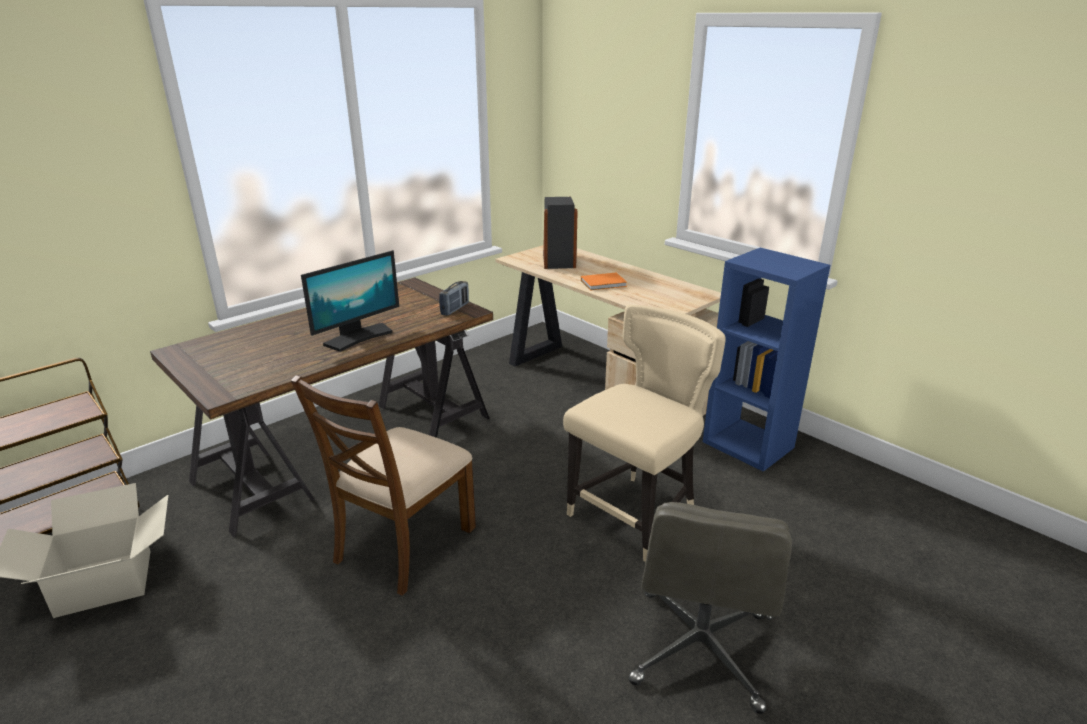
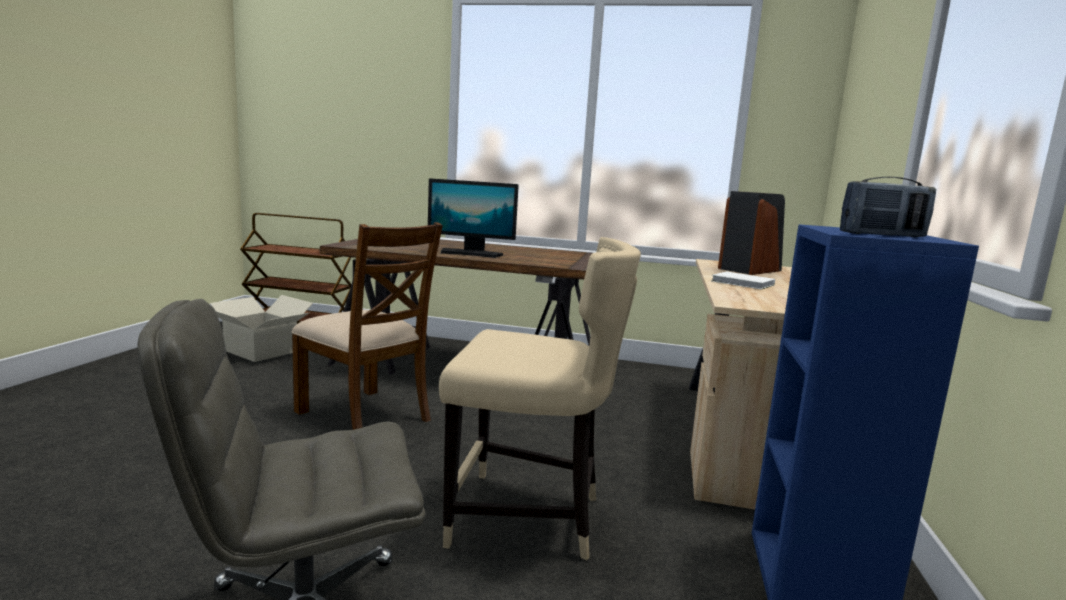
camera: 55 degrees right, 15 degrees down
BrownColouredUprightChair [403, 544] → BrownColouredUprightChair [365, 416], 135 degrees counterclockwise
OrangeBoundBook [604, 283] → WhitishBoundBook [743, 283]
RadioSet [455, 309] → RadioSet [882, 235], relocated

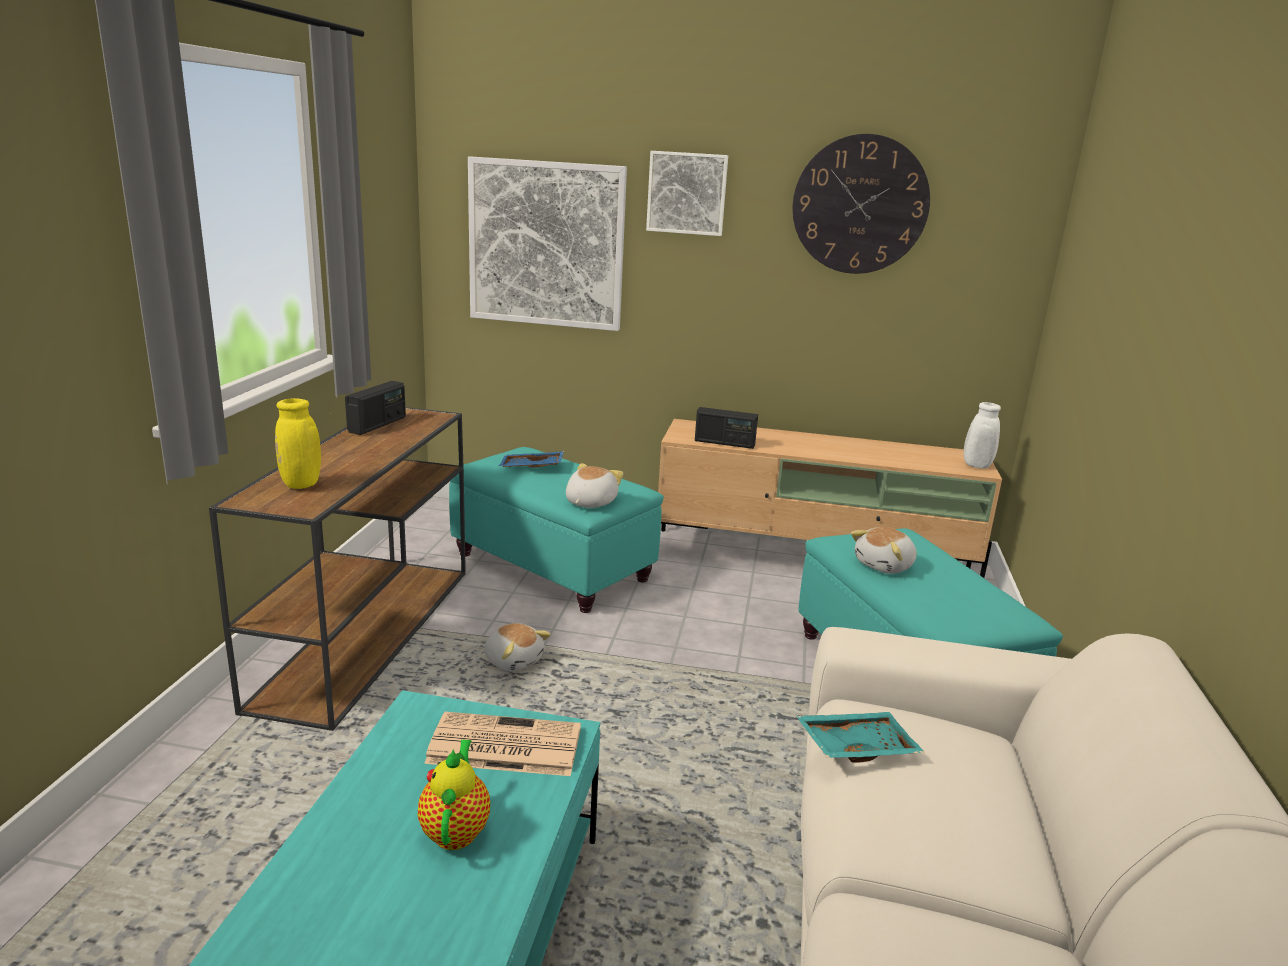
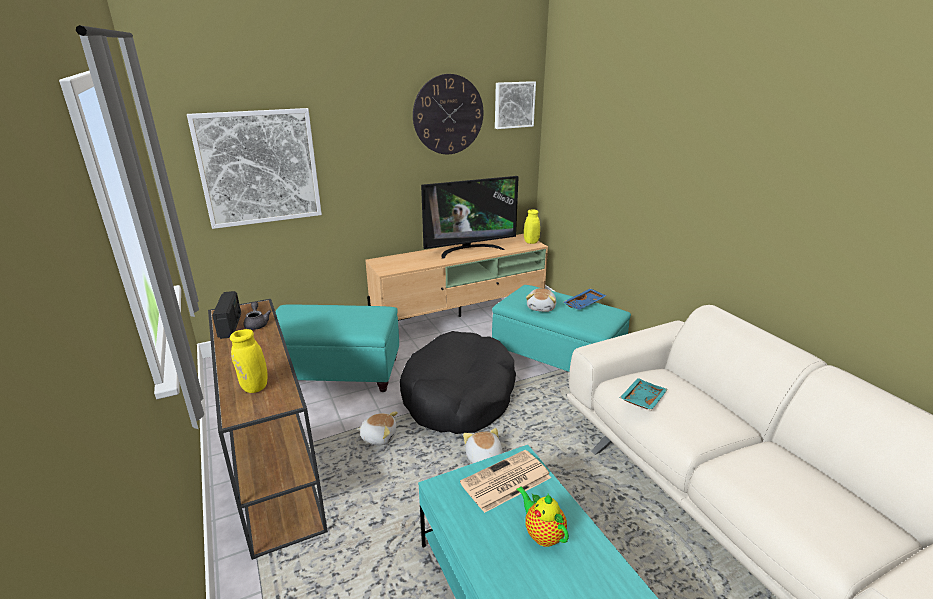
camera: 35 degrees left, 5 degrees up
- → GreyTeaPot [257, 324]
- → BlackishPetBed [459, 396]
- → Tv [469, 250]
CuddlyToy [589, 502] → CuddlyToy [483, 458], relocated
WallPicture [687, 193] → WallPicture [513, 105], relocated
WhitishDecorativeVase [974, 466] → YellowishDecorativeVase [530, 243]
BluishTray [531, 468] → BluishTray [584, 304], relocated
RadioSet [724, 443] → -

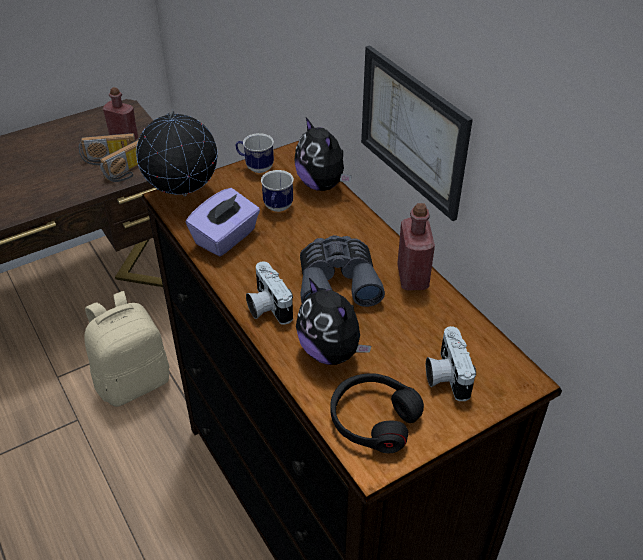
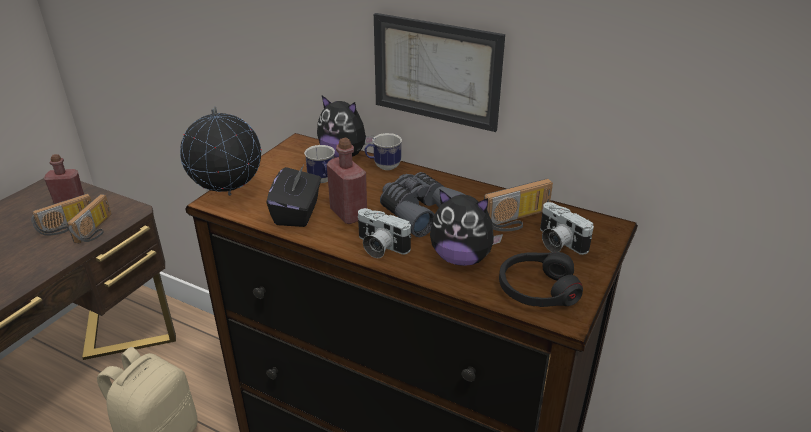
camera: 30 degrees left, 10 degrees down
PurpleColouredTissueBox [226, 238] → BlackishTissueBox [297, 213]
ReddishBeverageBottle [412, 277] → ReddishBeverageBottle [348, 214], relocated
CoffeeMug [255, 167] → CoffeeMug [383, 166], relocated
- → RadioSet [517, 220]

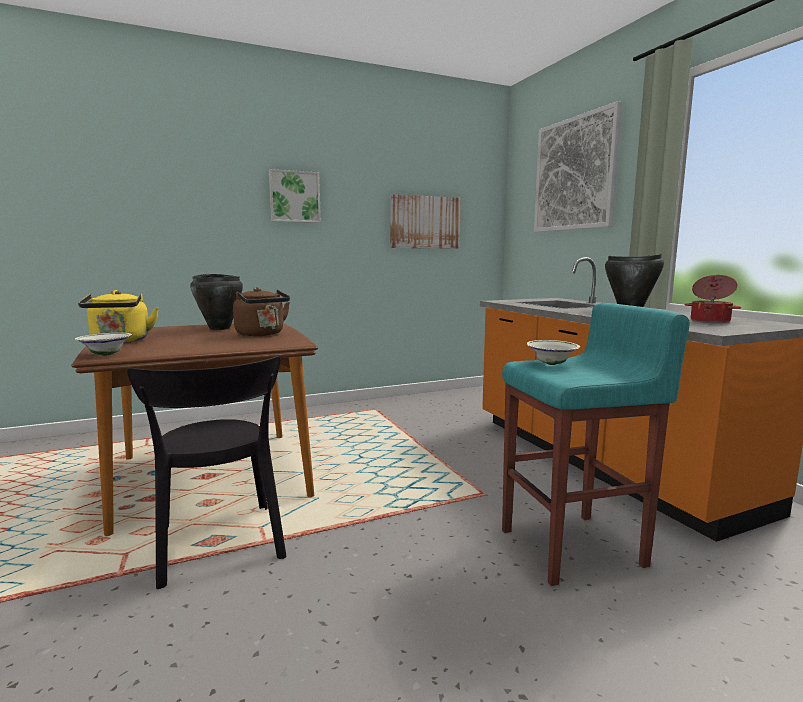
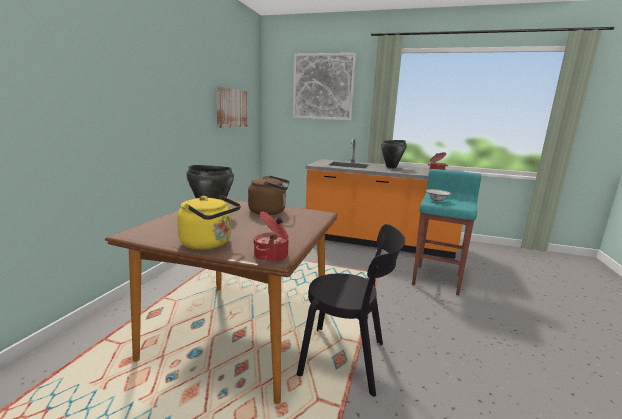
camera: 50 degrees left, 5 degrees up
WhitishDeepDish [106, 355] → Saucepot [272, 256]
WallPicture [294, 197] → -

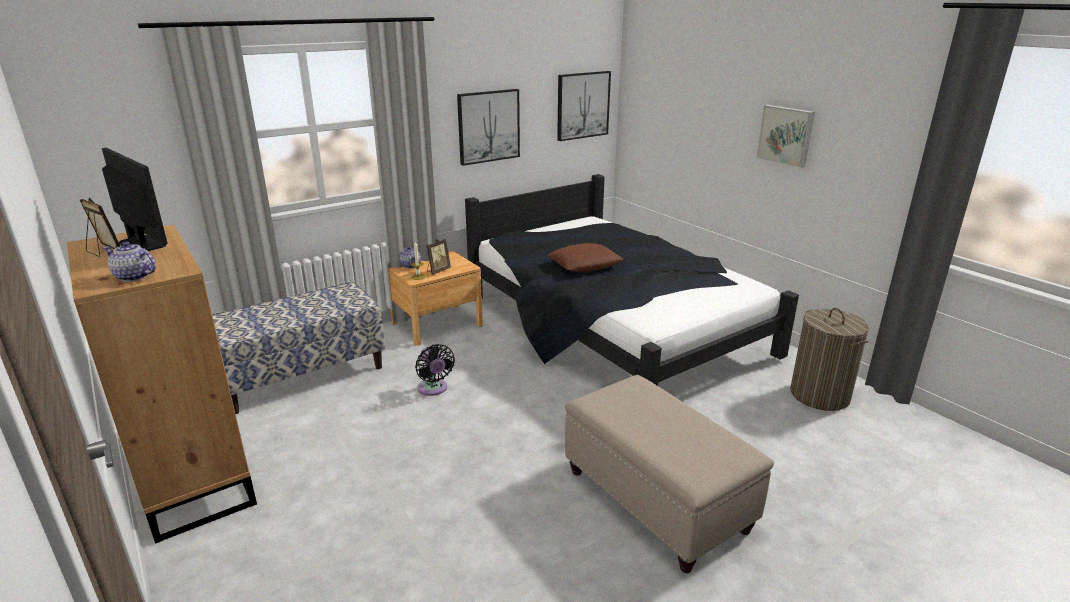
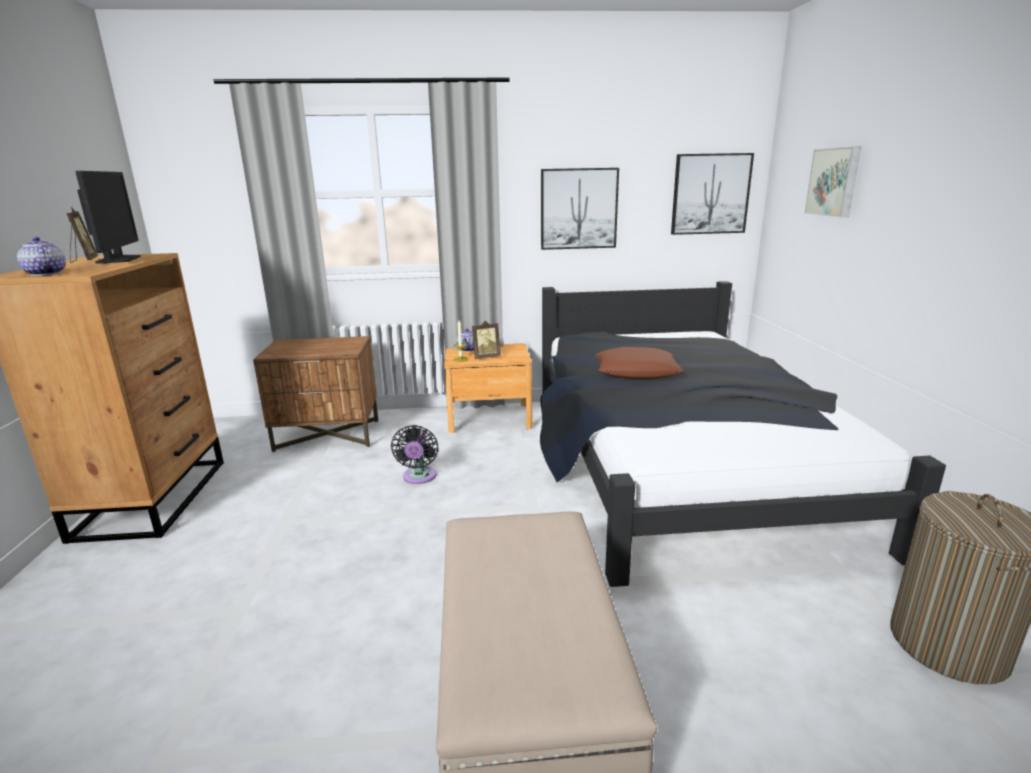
camera: 30 degrees right, 5 degrees down
Bench [302, 375] → BrownColouredBedsideTable [328, 435]
WallPicture [786, 135] → WallPicture [834, 182], relocated

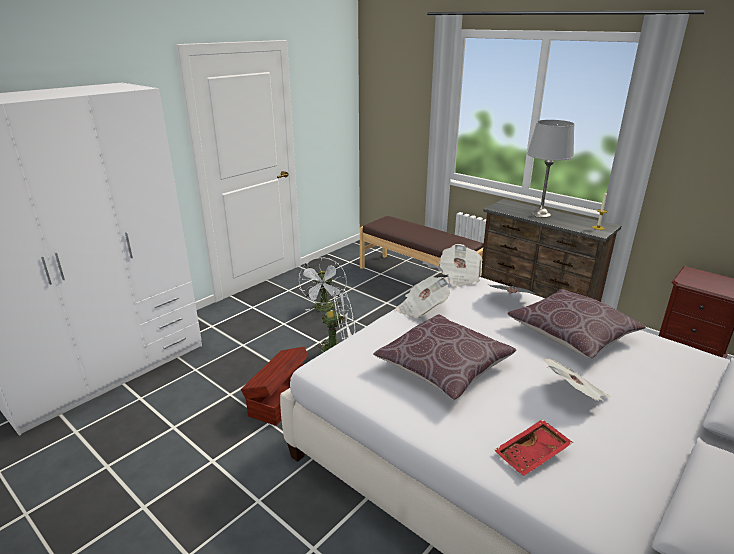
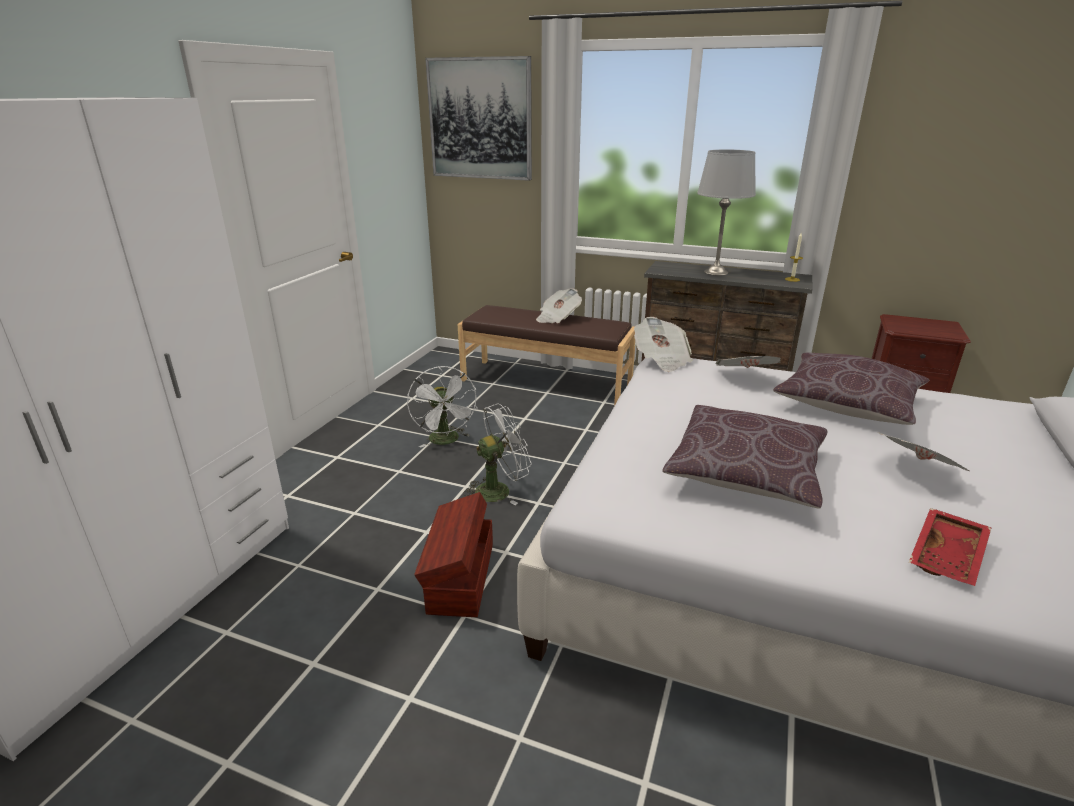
camera: 20 degrees left, 0 degrees up
- → WallPicture [480, 119]
DailyPaper [422, 309] → DailyPaper [557, 318], relocated

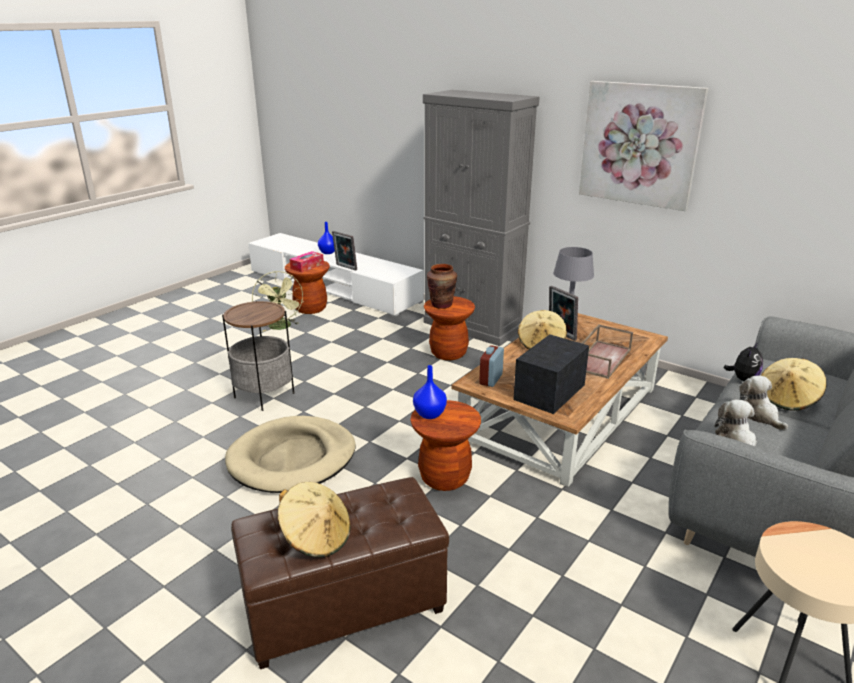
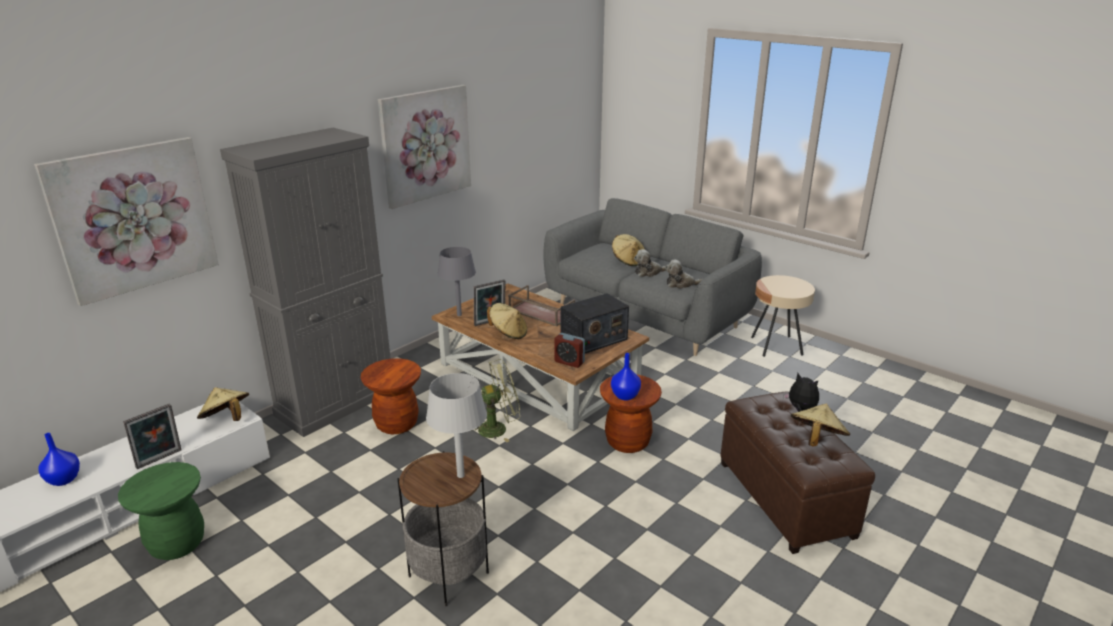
camera: 85 degrees left, 0 degrees up
- → WallPicture [134, 218]
BrownColouredStool [310, 308] → GreenStool [177, 544]
- → SandColouredClothingHat [226, 419]
- → GreyTableLamp [461, 475]
GreenCoolingFan [282, 327] → GreenCoolingFan [498, 428], relocated
RadioSet [549, 392] → RadioSet [593, 339], 75 degrees counterclockwise
CuddlyToy [743, 379] → CuddlyToy [800, 409], relocated
SandColouredPetBed [292, 459] → -
TissueBox [307, 266] → -
BrownColouredDecorativeVase [441, 305] → -

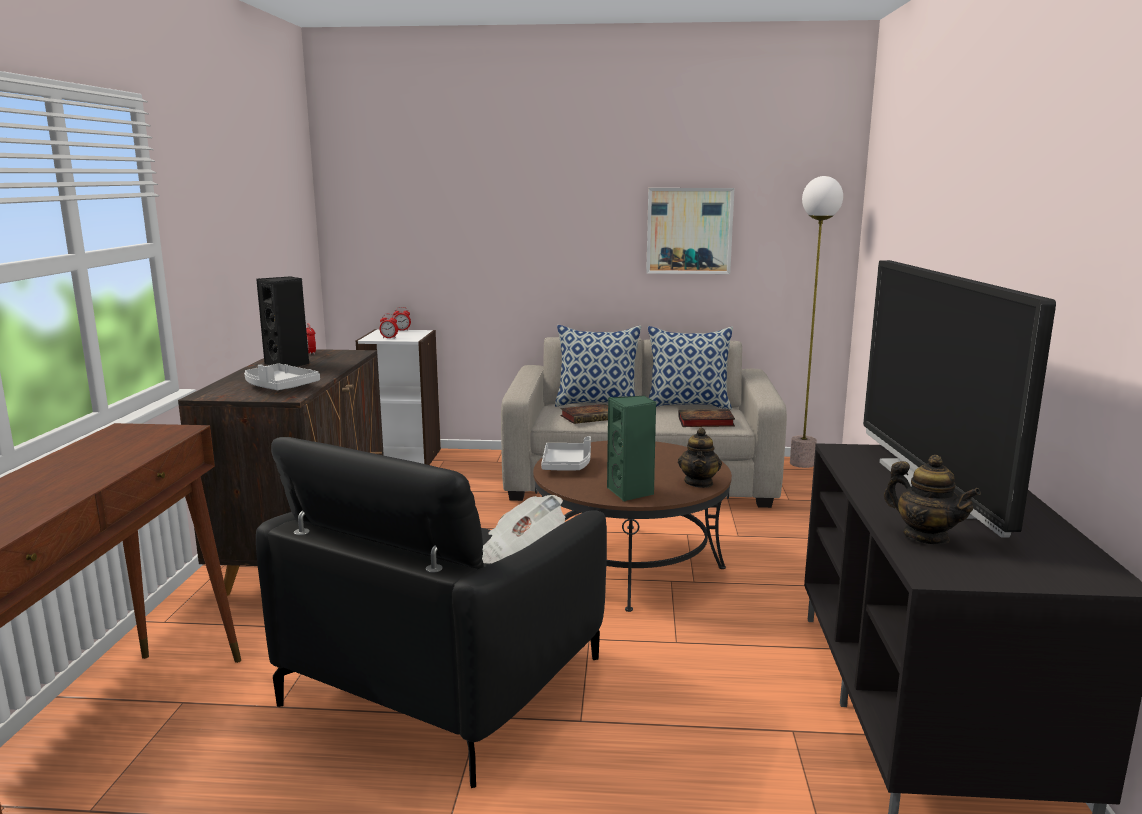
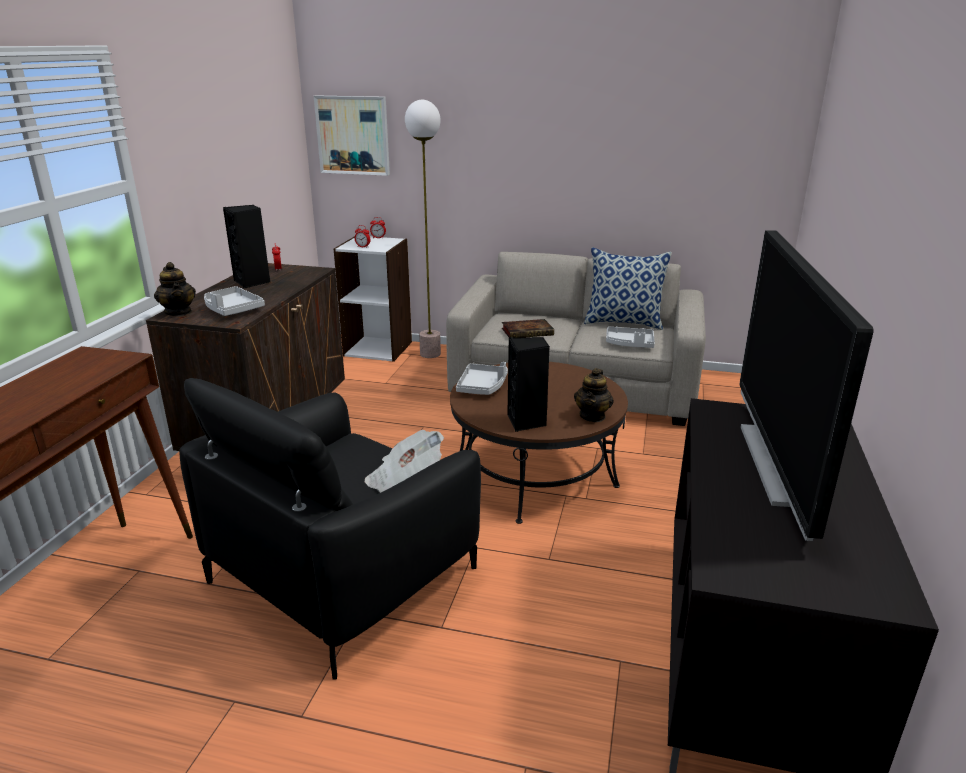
camera: 10 degrees right, 10 degrees up
TeaPot [925, 537] → TeaPot [179, 312], relocated
WallPicture [689, 231] → WallPicture [353, 135], relocated
FloorLamp [802, 463] → FloorLamp [430, 354], relocated
GreenLoudspeaker [631, 492] → BlackishLoudspeaker [527, 422]
BoundBook [704, 422] → GreyTray [629, 344]
Cushion [597, 403] → -

